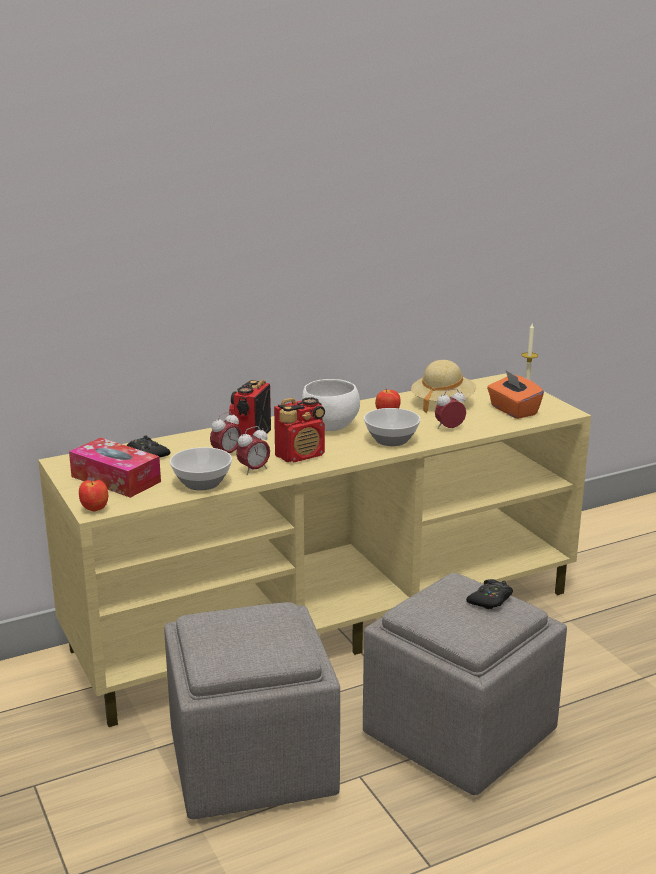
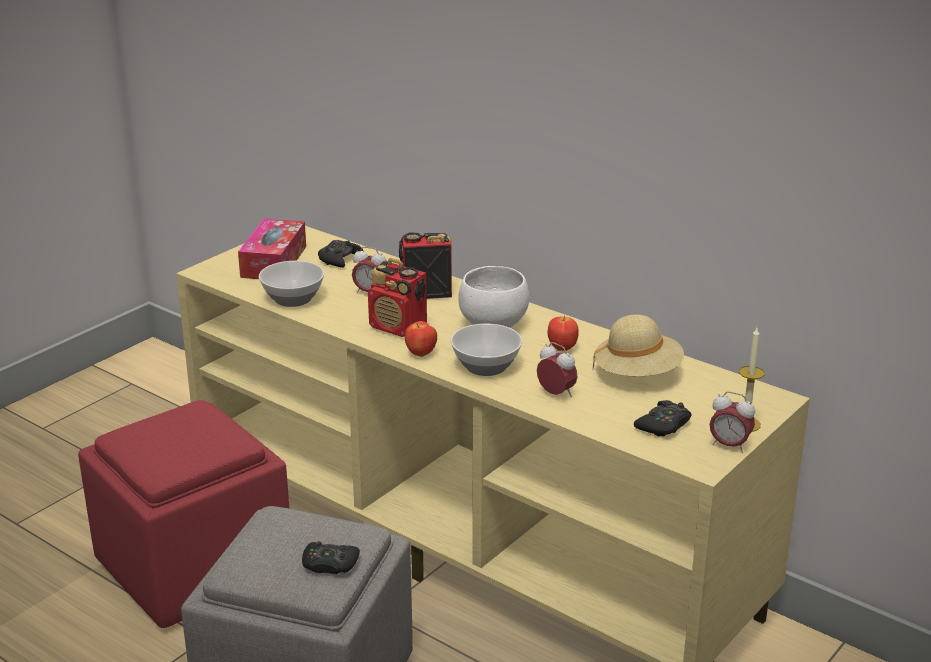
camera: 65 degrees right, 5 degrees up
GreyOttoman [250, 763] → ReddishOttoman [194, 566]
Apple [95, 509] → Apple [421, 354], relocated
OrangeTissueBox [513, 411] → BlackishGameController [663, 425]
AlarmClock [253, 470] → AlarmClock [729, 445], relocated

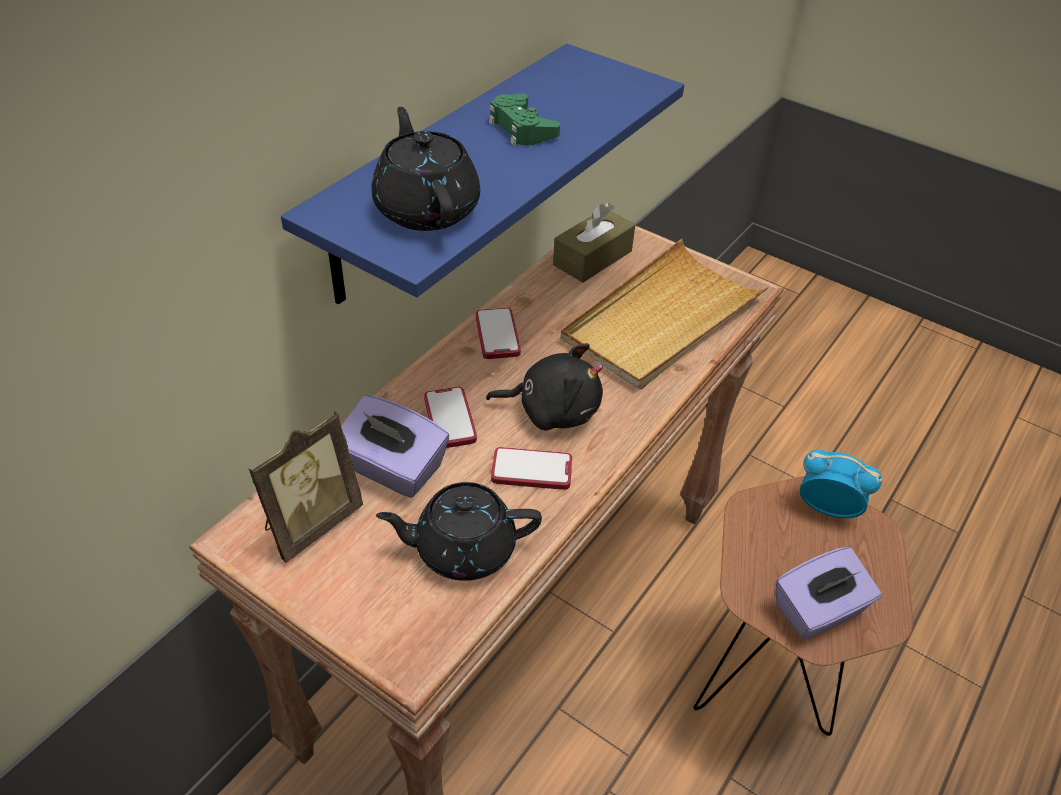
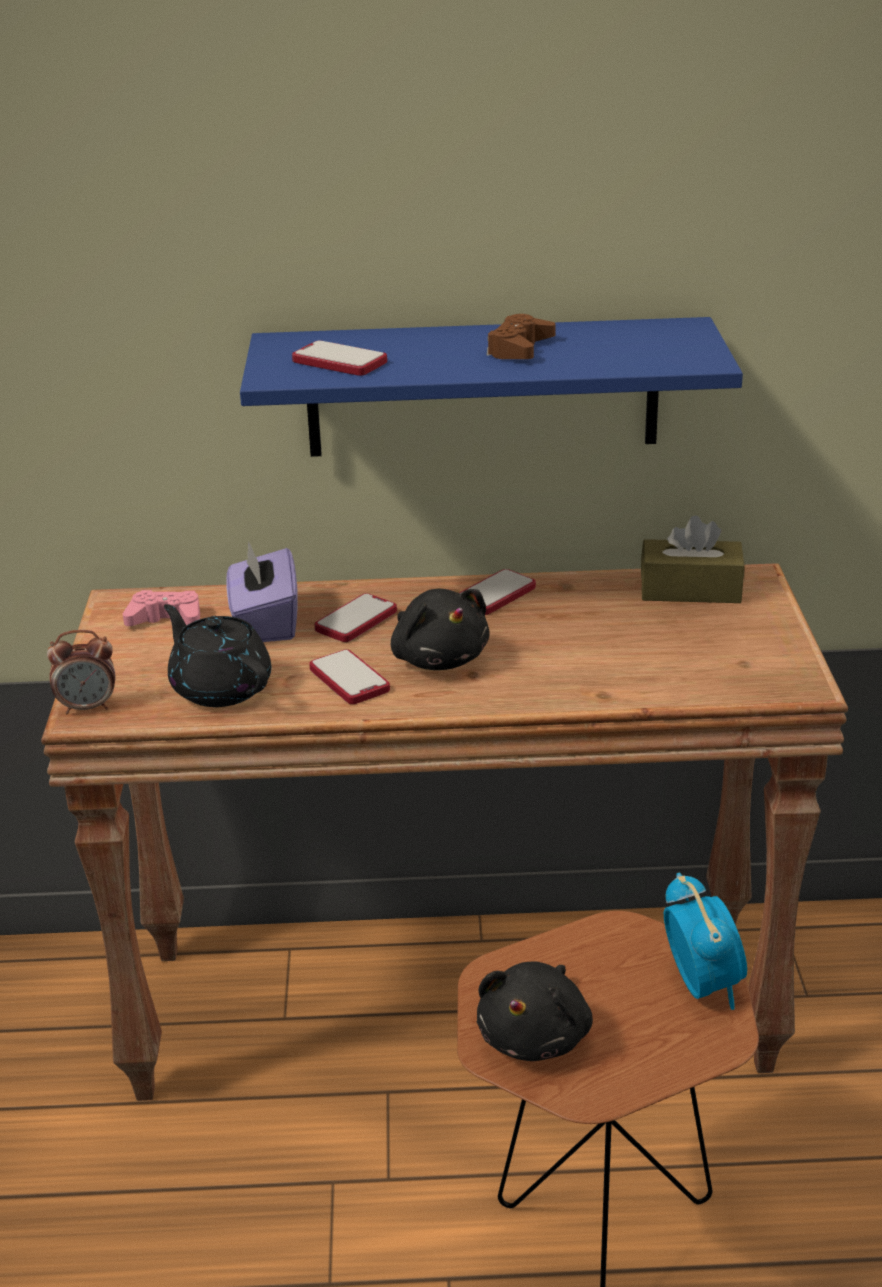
camera: 55 degrees right, 15 degrees down
- → AlarmClock [88, 707]
StandingFrame [311, 523] → PinkishGameController [166, 619]
BlackishTeaPot [426, 208] → Phone [339, 361]
PurpleColouredTissueBox [819, 611] → BlackishCuddlyToy [536, 1036]
GreenGameController [521, 128] → BrownColouredGameController [519, 349]
SandColouredTray [662, 319] → -

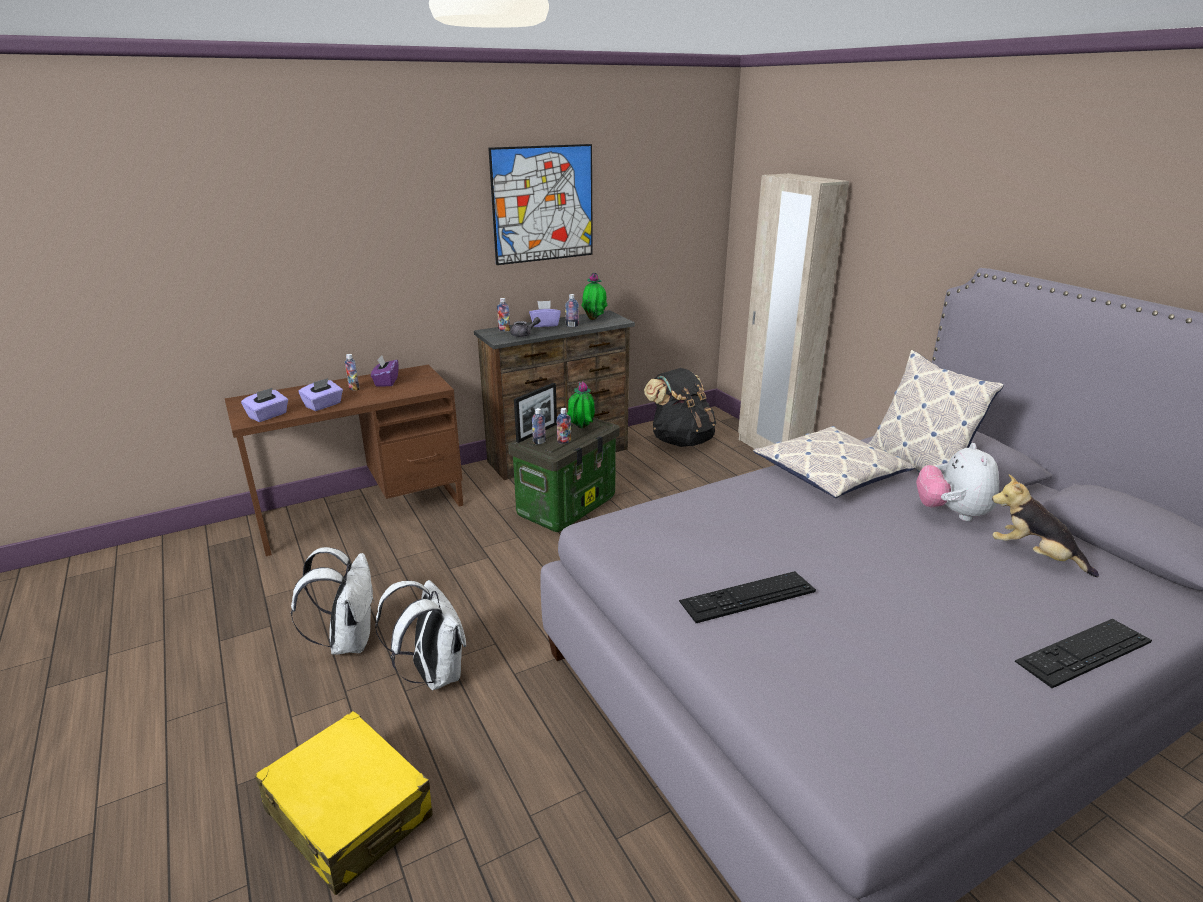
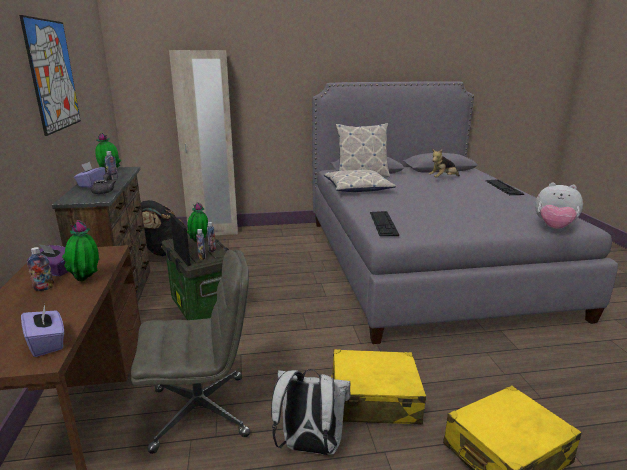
camera: 70 degrees left, 5 degrees down
- → Houseplant [86, 280]
- → GreyDeskChair [201, 411]
WhitishBackpack [433, 674] → YellowishPieceOfLuggage [373, 399]
Keyboard [747, 596] → Keyboard [383, 223], relocated
CuddlyToy [951, 513] → CuddlyToy [554, 228], relocated
PurpleColouredTissueBox [323, 405] → -
BeverageBottle [504, 330] → -

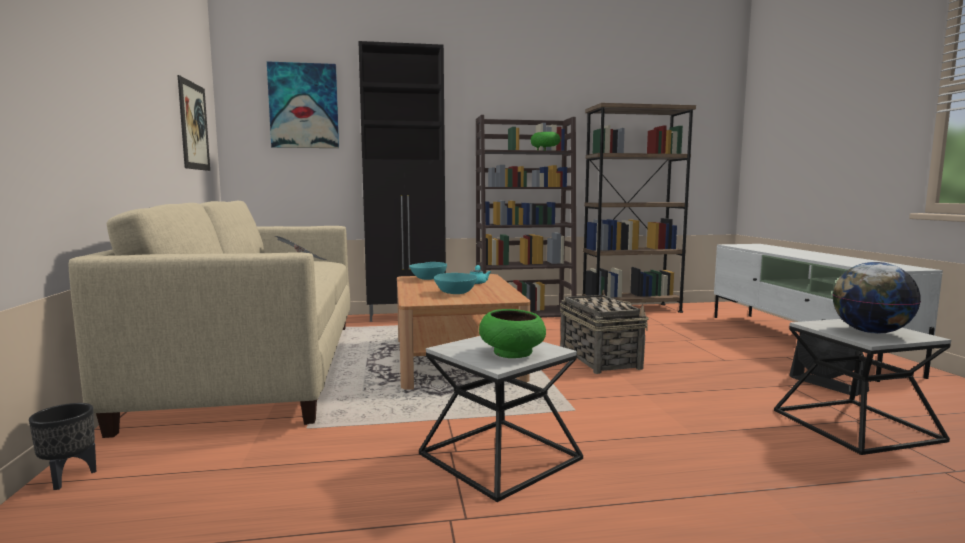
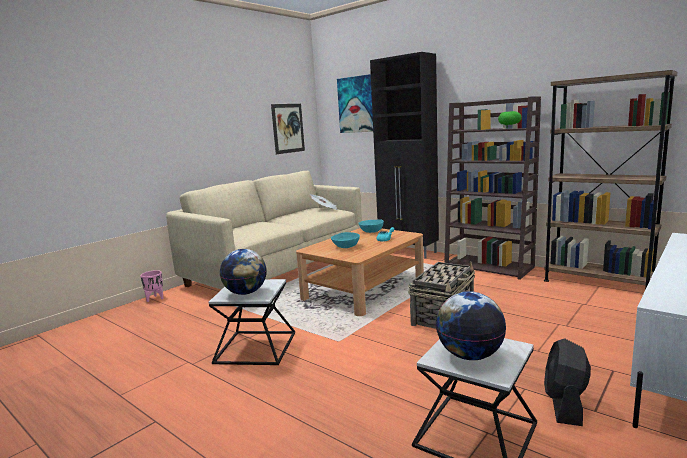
camera: 50 degrees right, 5 degrees up
BlackishPlantPot [69, 477] → PinkishPlantPot [155, 298]
GreenDeepDish [512, 352] → DeskGlobe [245, 293]

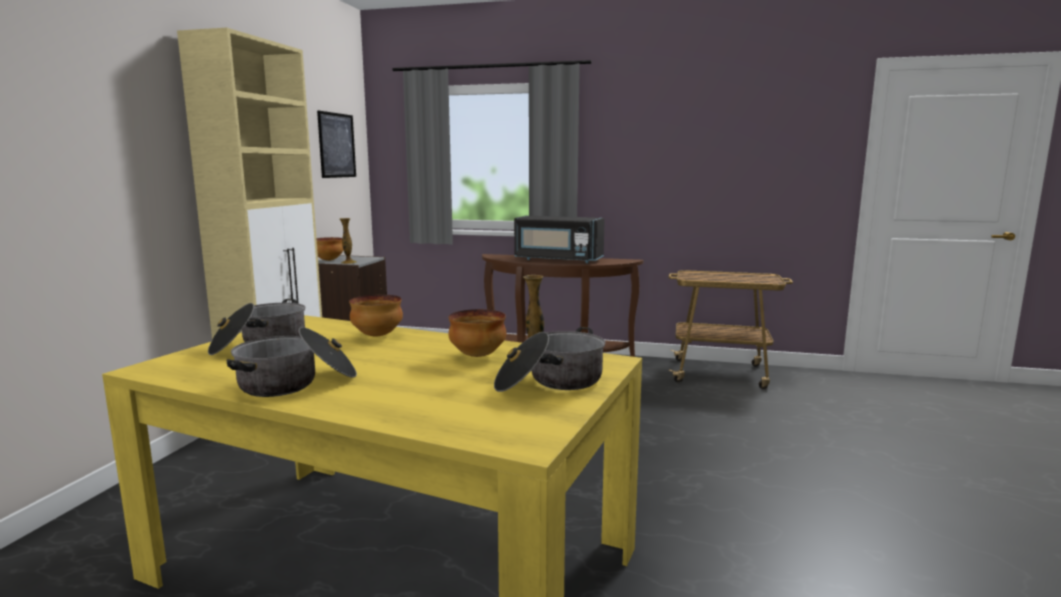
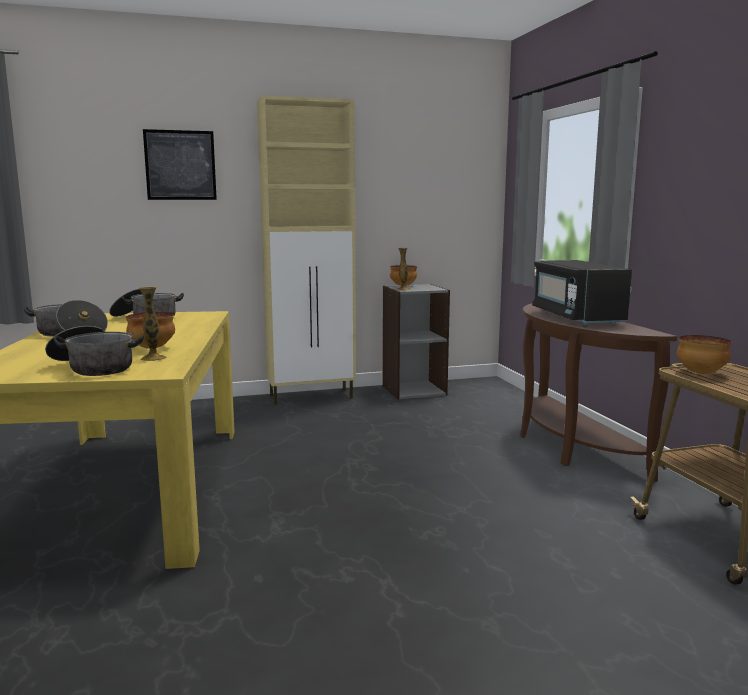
camera: 60 degrees right, 0 degrees up
WallPicture [337, 145] → WallPicture [180, 165], relocated
DeepDish [377, 336] → DeepDish [700, 373], relocated

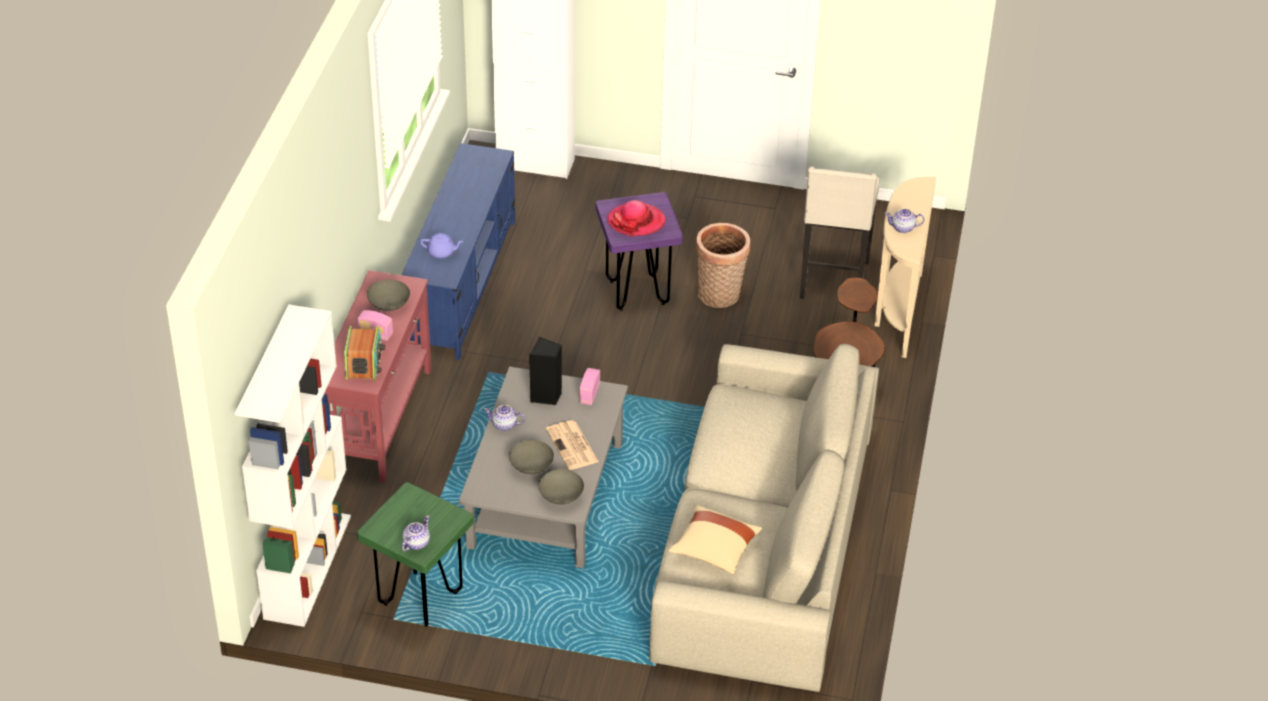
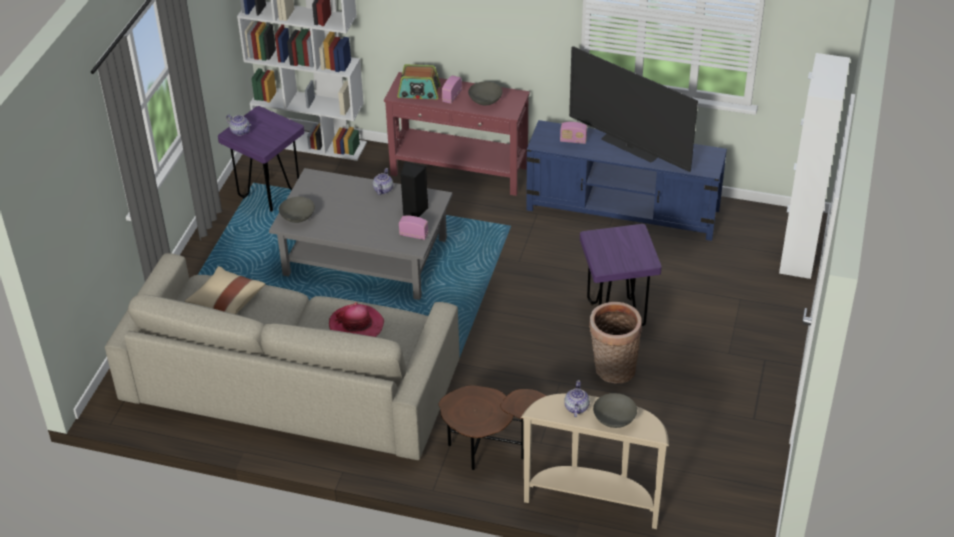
camera: 95 degrees right, 0 degrees up
GreenStool [420, 599] → PurpleColouredStool [269, 195]
ClothingHat [636, 222] → ClothingHat [356, 325], relocated
PurpleColouredTeaPot [441, 252] → RadioSet [573, 140]
- → Tv [629, 148]
GreyDeepDish [532, 467] → GreyDeepDish [614, 420], relocated
DailyPaper [573, 446] → -
SandColouredStool [832, 281] → -

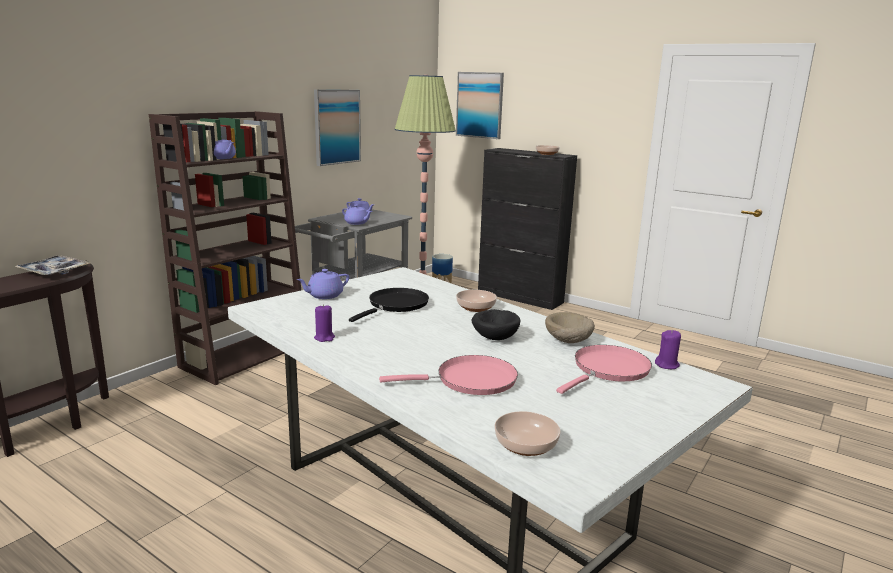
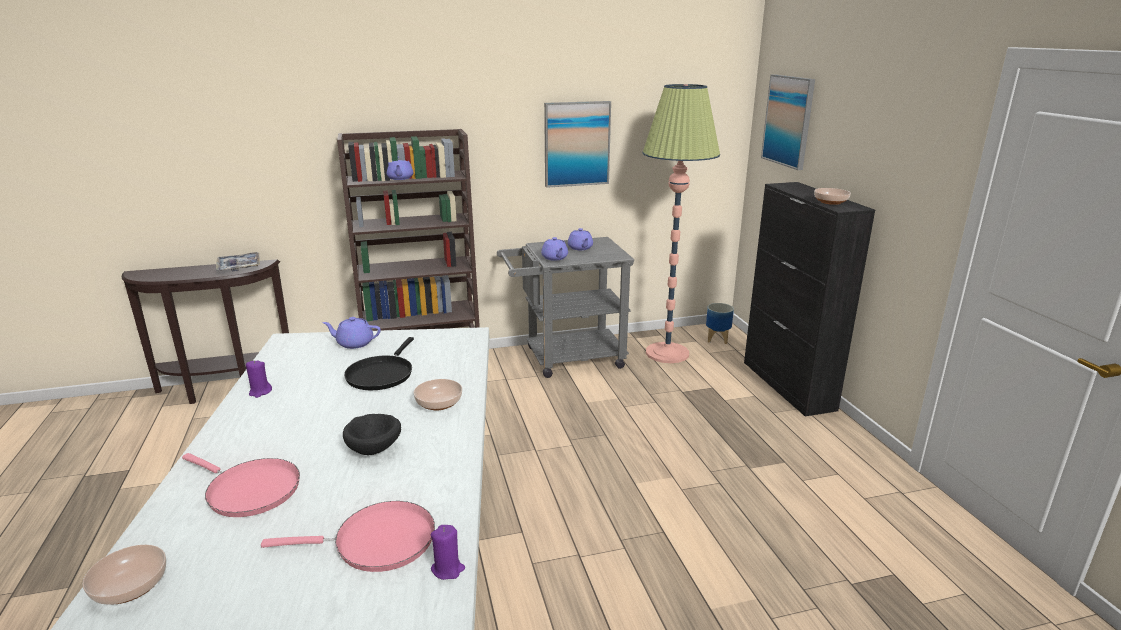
camera: 40 degrees right, 5 degrees up
BlackishPan [396, 305] → BlackishPan [381, 374], 120 degrees clockwise
SandColouredDeepDish [567, 341] → -

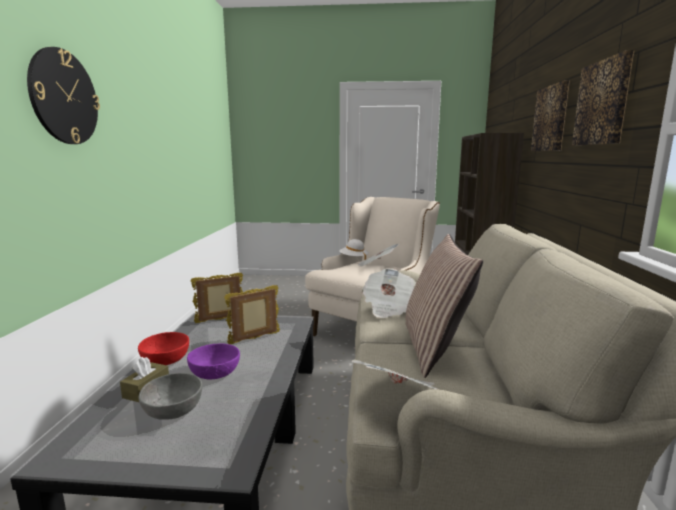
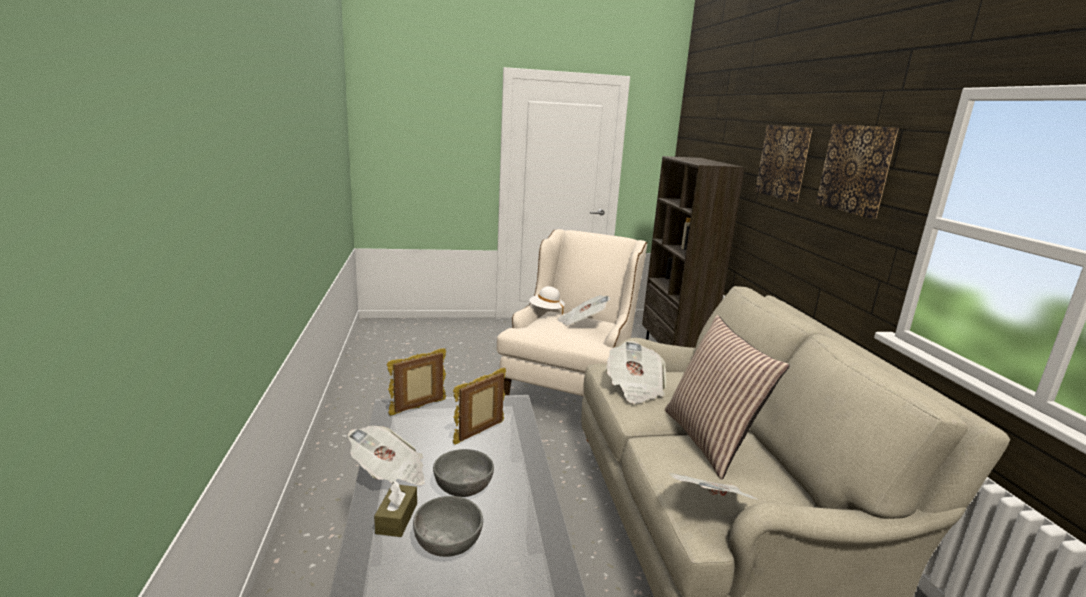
camera: 15 degrees left, 5 degrees up
ReddishDeepDish [165, 359] → DailyPaper [390, 473]
PurpleColouredDeepDish [215, 372] → GreyDeepDish [463, 485]
ClockOnTheWall [64, 97] → -

